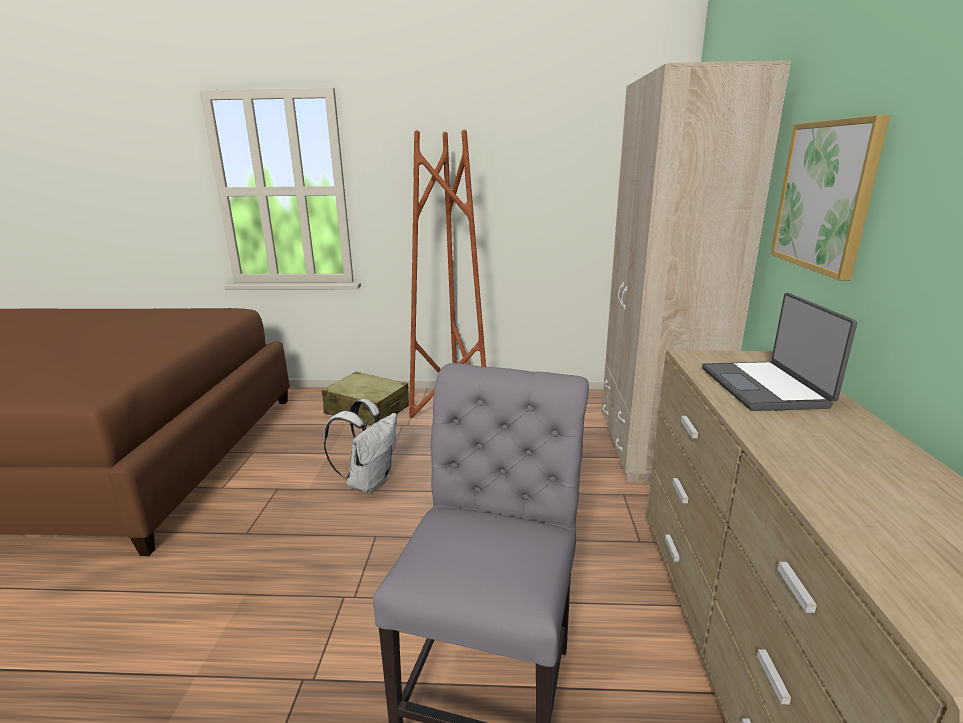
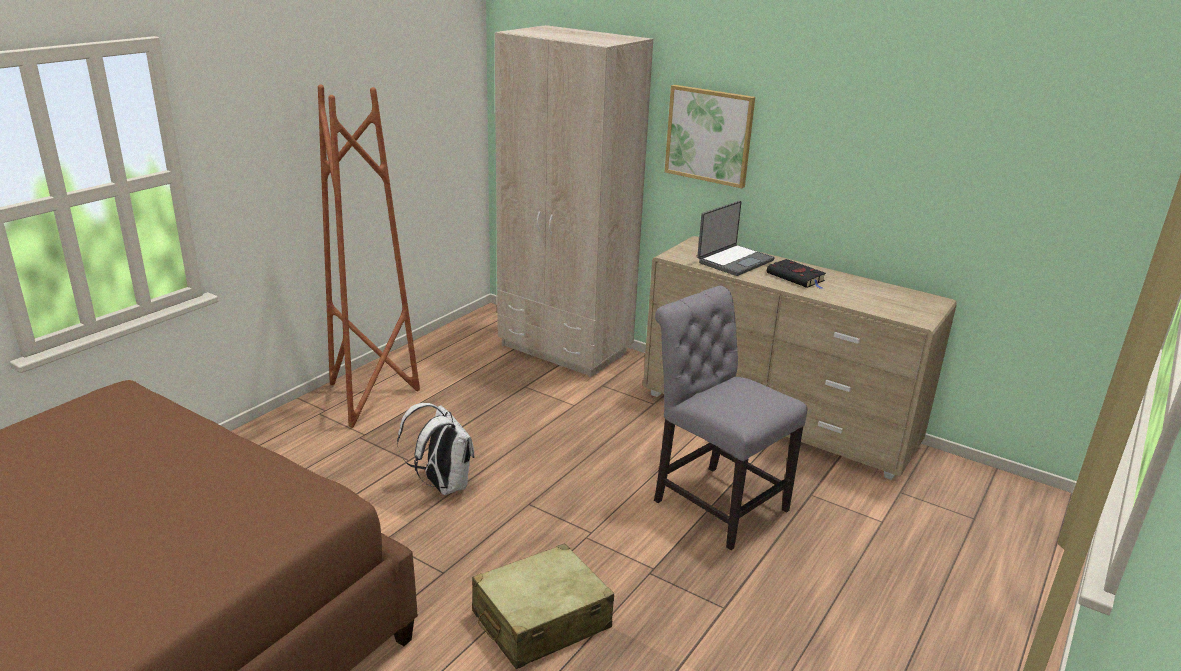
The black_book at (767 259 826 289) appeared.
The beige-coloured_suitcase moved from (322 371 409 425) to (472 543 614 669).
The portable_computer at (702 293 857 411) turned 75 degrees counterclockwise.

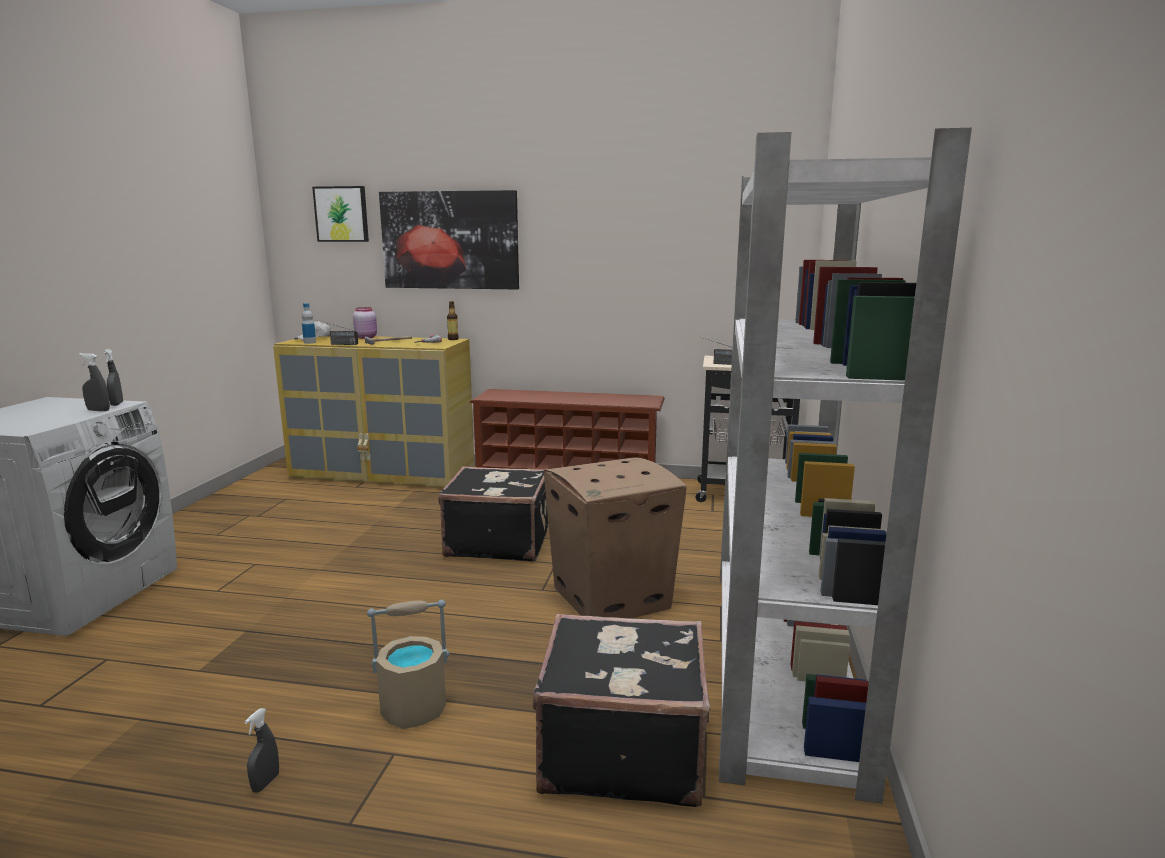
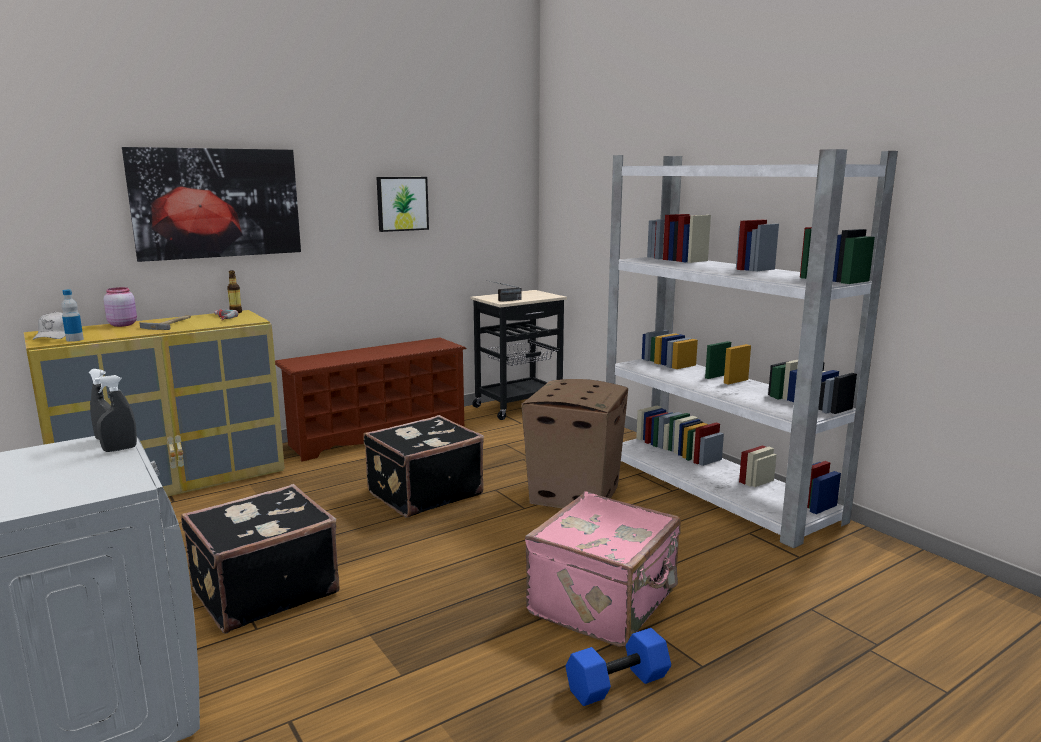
The radio_receiver at (318 320 358 345) disappeared.
The picture moved from (312 186 369 242) to (377 177 429 232).
The black_suitcase moved from (533 613 710 807) to (181 484 339 634).
The grey_hand_sprayer at (244 708 279 793) was replaced by the blue-coloured_free_weight at (565 628 671 706).
The beige-coloured_pail at (367 600 449 729) was replaced by the pink-coloured_suitcase at (525 491 681 647).

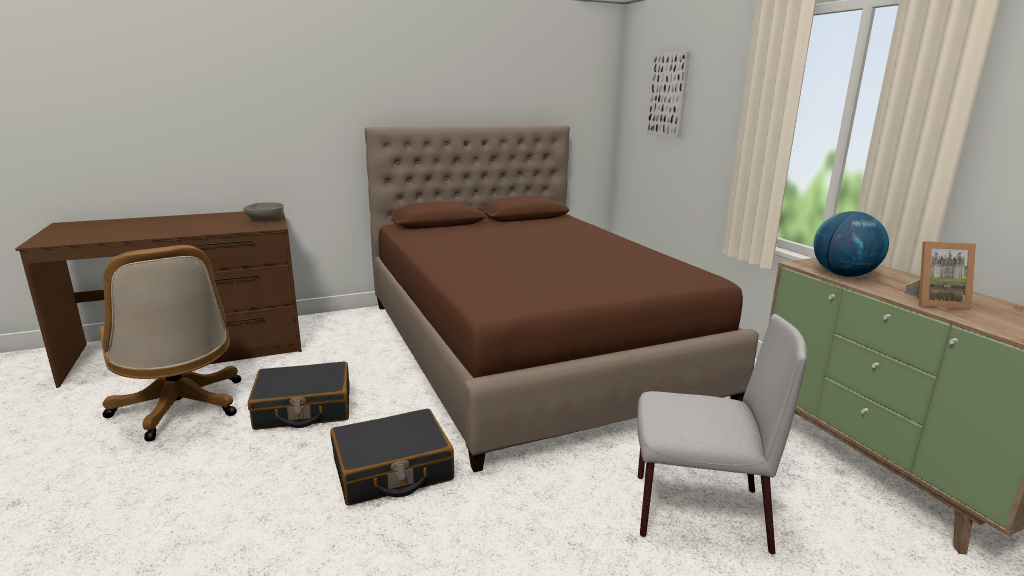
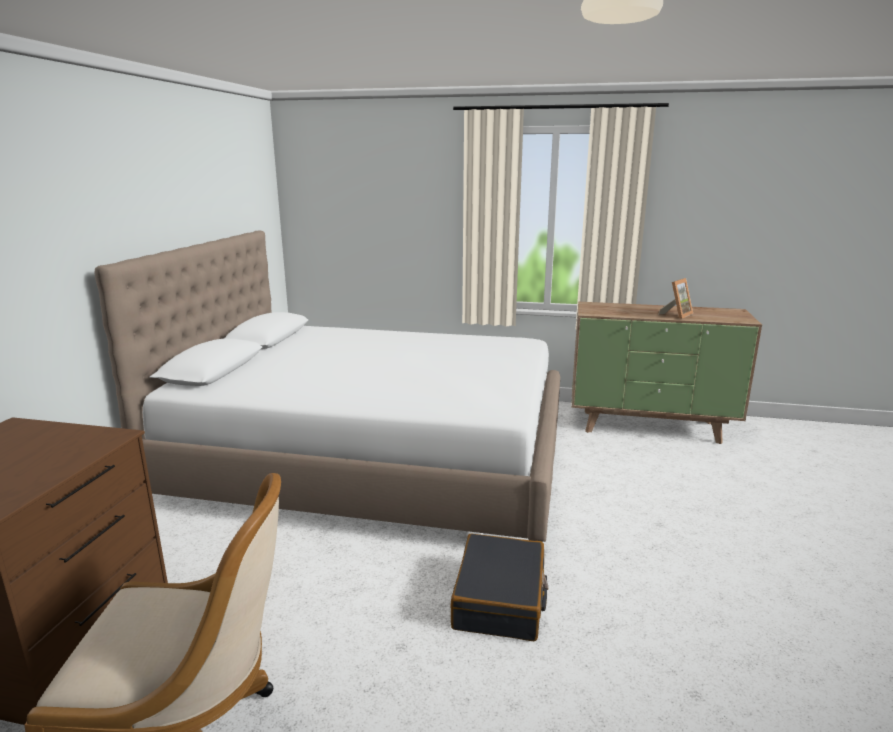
The grey_bowl at (243 202 284 221) disappeared.
The black_suitcase at (248 362 350 430) disappeared.
The grey_chair at (637 314 807 555) disappeared.
The picture at (647 51 690 138) disappeared.
The desk_globe at (814 211 889 277) disappeared.
The brownish_bedroom_bed at (365 125 759 472) became the white_bedroom_bed at (95 230 560 542).

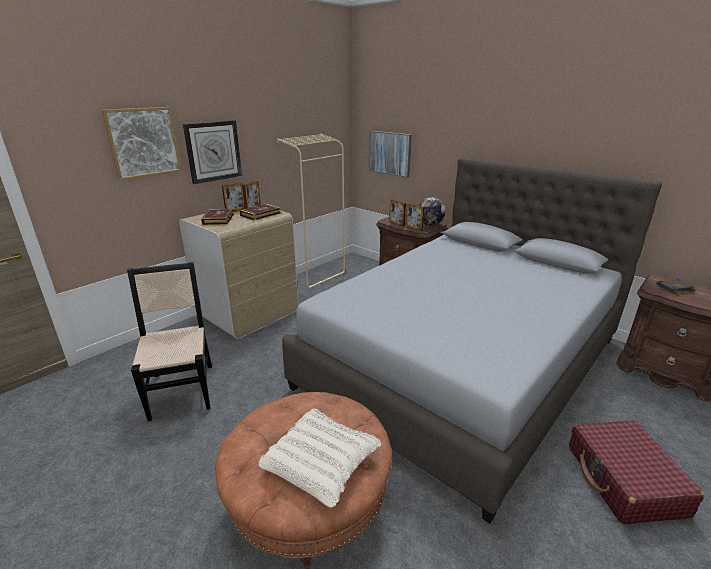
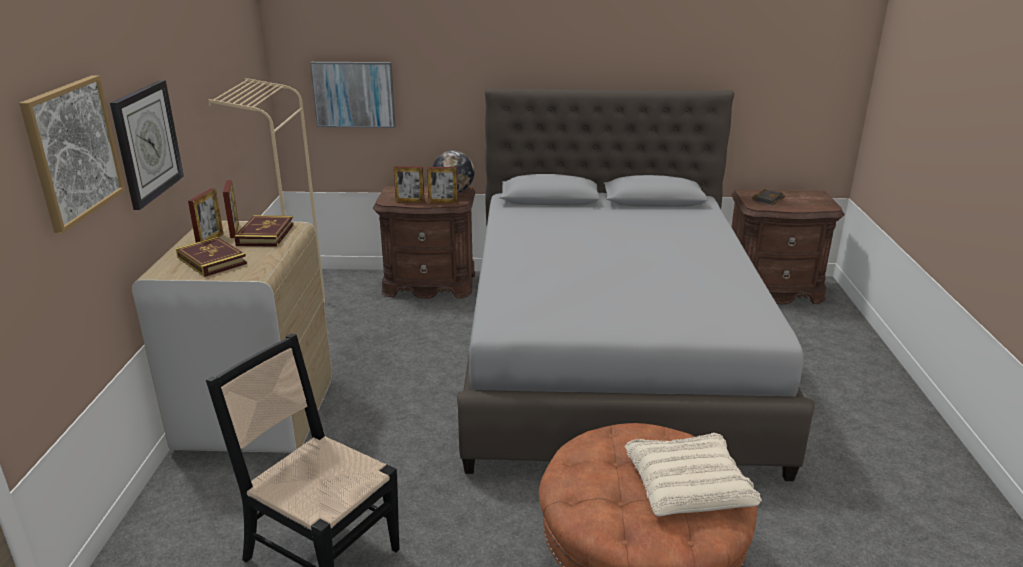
The reddish_suitcase at (569 420 704 525) disappeared.

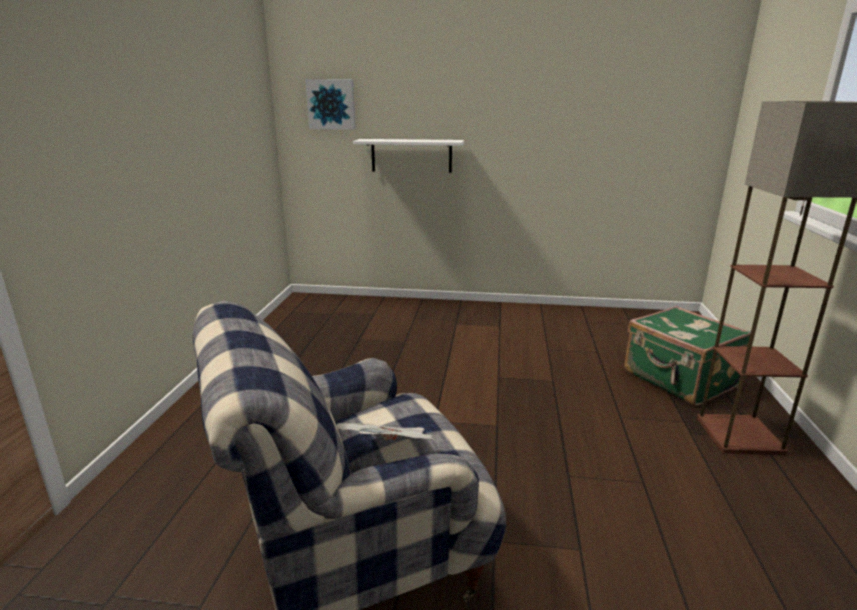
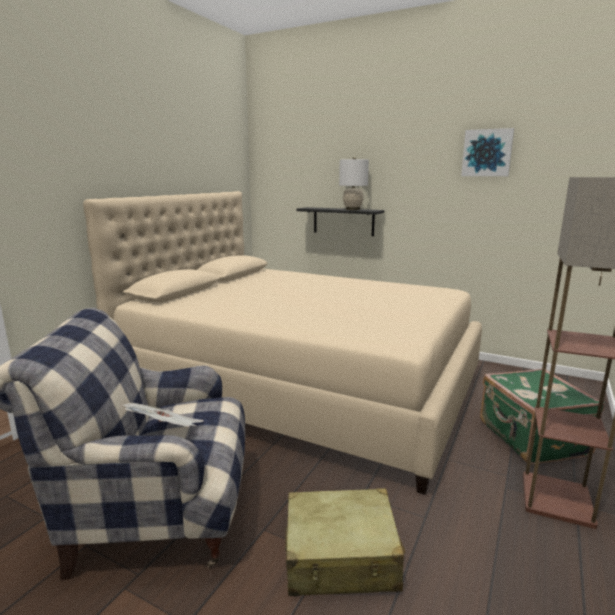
The beige-coloured_bedroom_bed at (83 191 482 495) appeared.
The beige-coloured_suitcase at (285 488 406 596) appeared.
The white_table_lamp at (339 157 369 210) appeared.
The picture moved from (305 79 356 130) to (461 128 514 176).
The white_shelf at (353 139 464 173) became the black_shelf at (297 207 384 236).

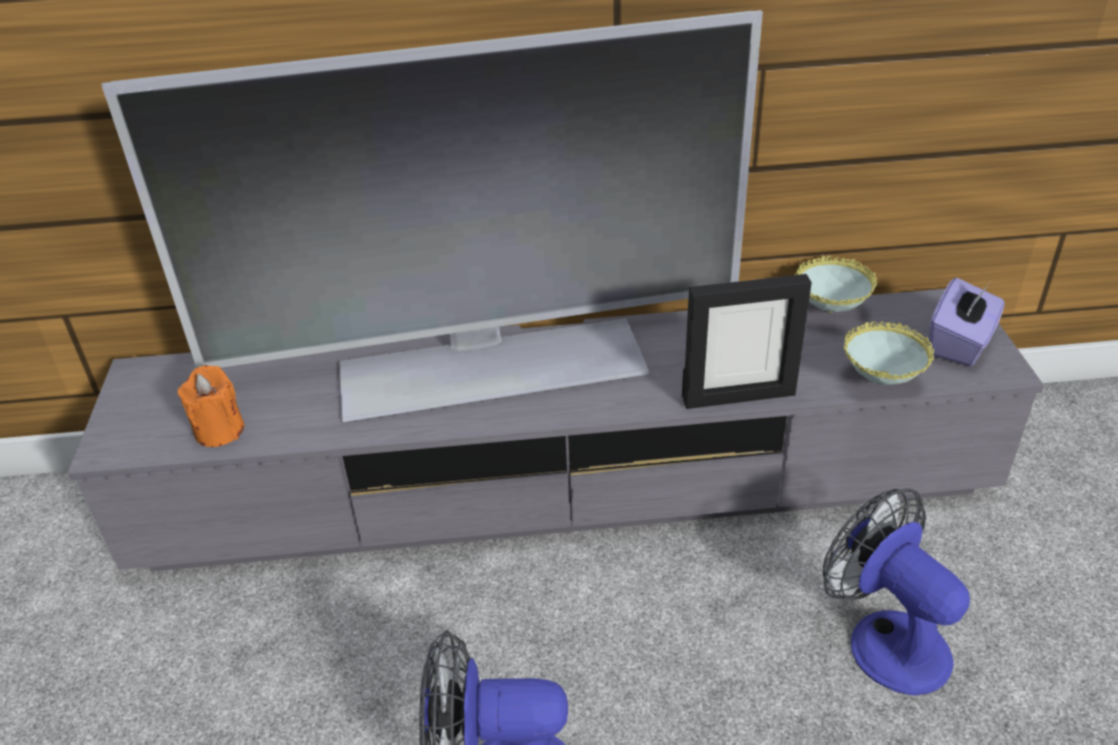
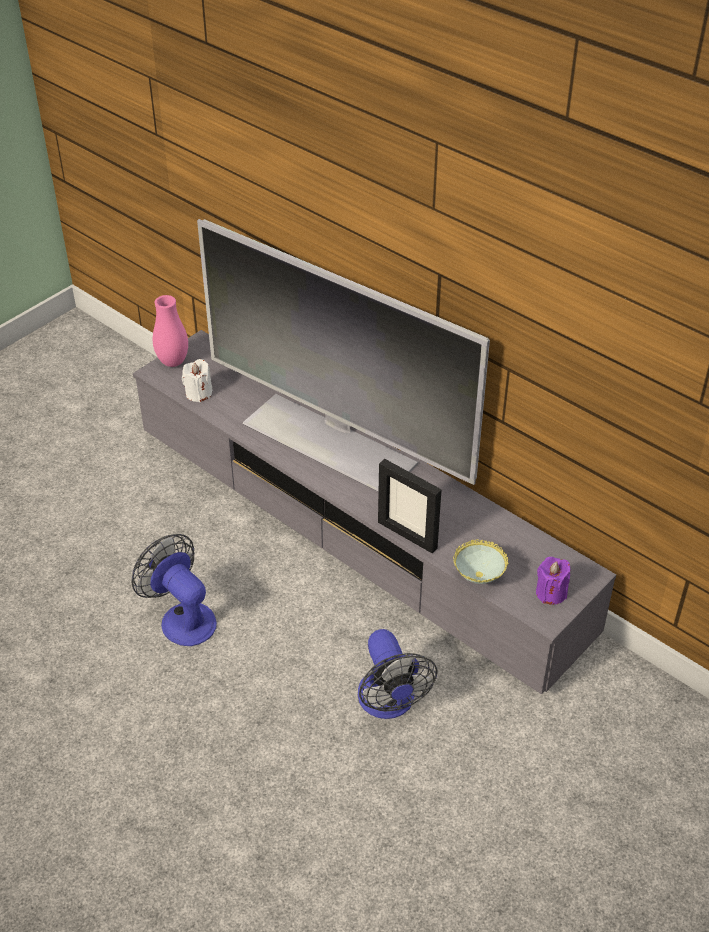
The bowl at (795 256 877 313) disappeared.
The pink-coloured_decorative_vase at (153 295 188 367) appeared.
The purplish_box_of_tissues at (928 278 1005 367) was replaced by the purplish_wax_candle at (536 557 570 604).
The orange-coloured_wax_candle at (177 365 244 447) became the white_wax_candle at (182 359 213 402).
The electric_fan at (823 488 970 696) turned 150 degrees clockwise.

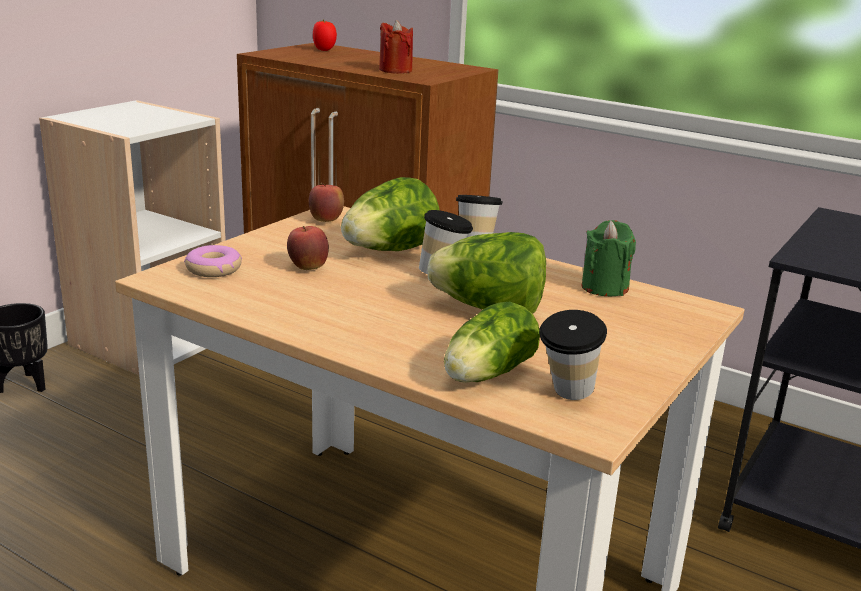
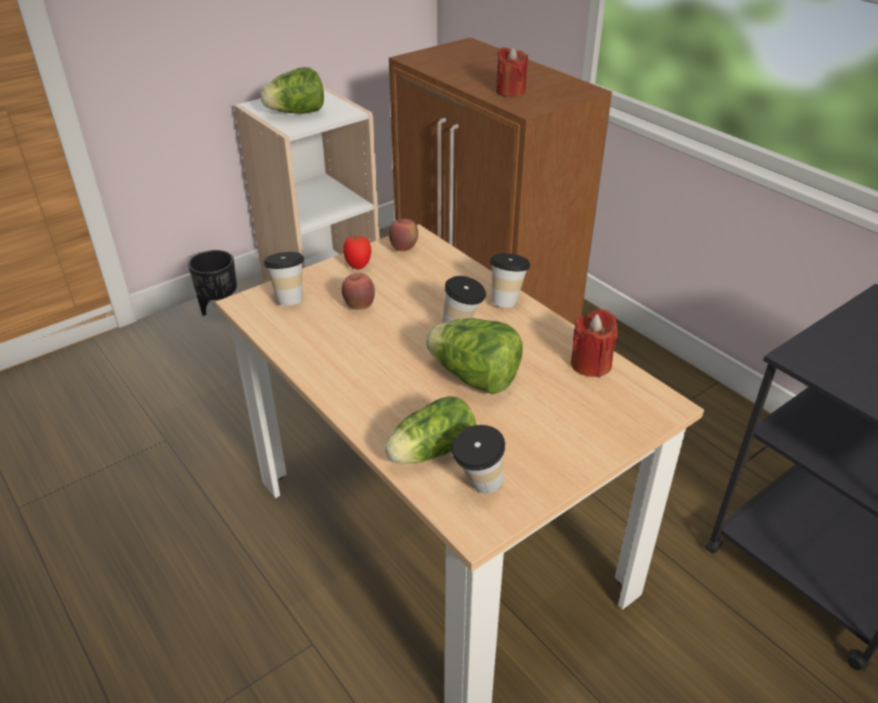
The whole_tomato moved from (313 20 337 51) to (343 235 371 270).
The head_of_lettuce moved from (341 177 439 251) to (261 67 324 114).
The donut at (184 245 242 277) was replaced by the cup at (263 252 304 306).
The greenish_wax_candle at (581 220 636 296) became the reddish_wax_candle at (571 309 618 378).

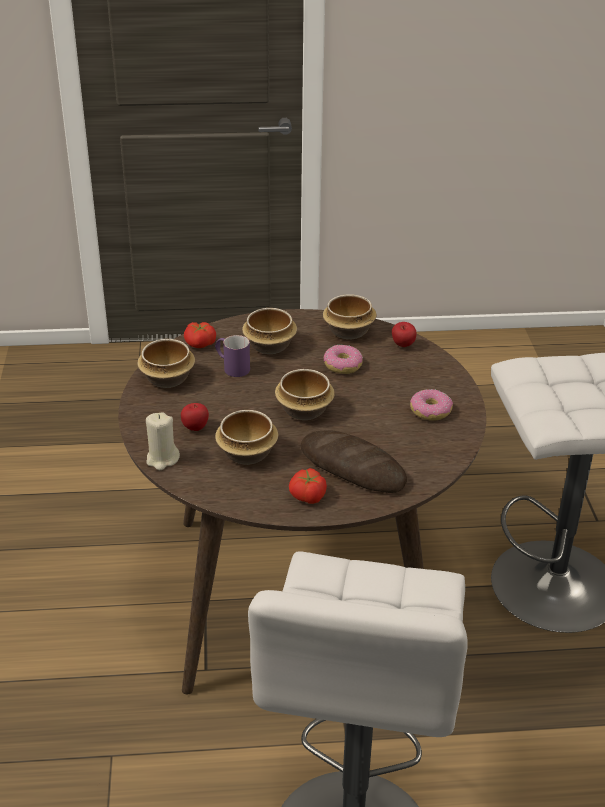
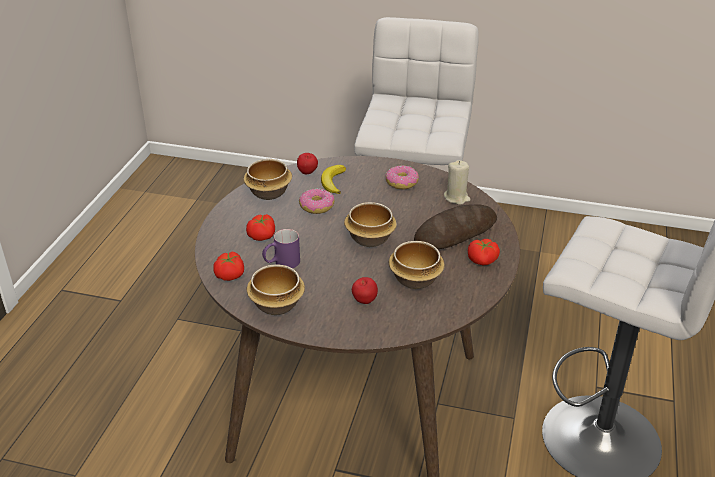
The whole_banana at (321 165 346 194) appeared.
The beige-coloured_wax_candle moved from (146 412 180 470) to (444 160 471 205).
The bowl at (242 308 297 354) was replaced by the whole_tomato at (246 214 275 241).

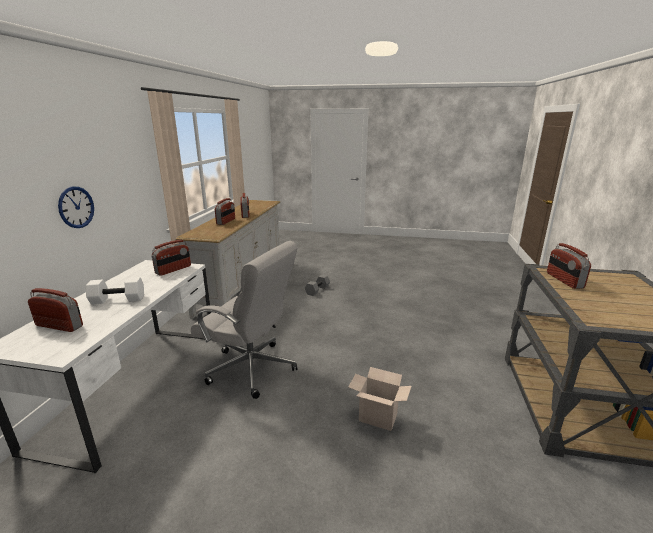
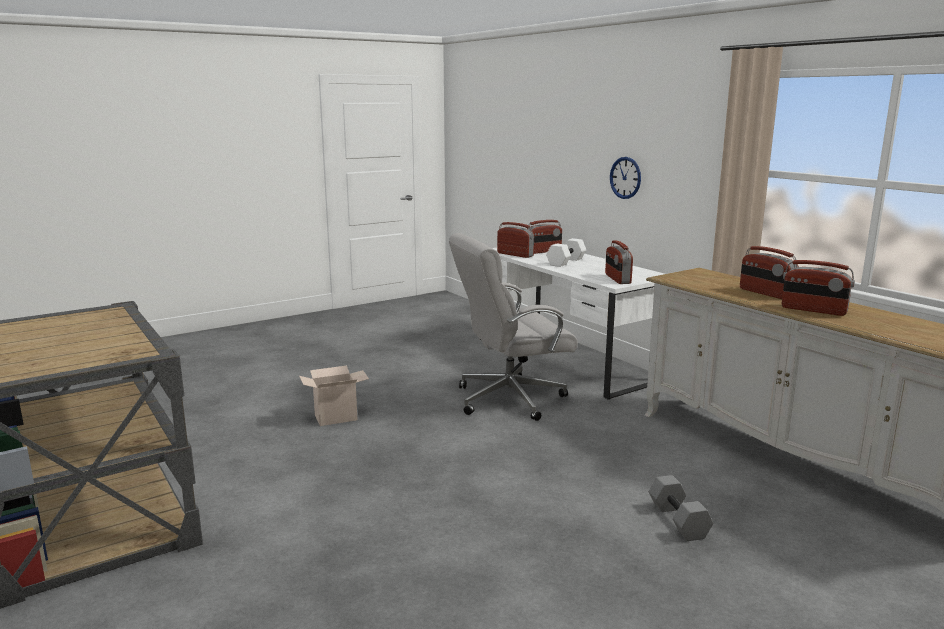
The radio_receiver moved from (547 243 591 289) to (497 222 534 258).

